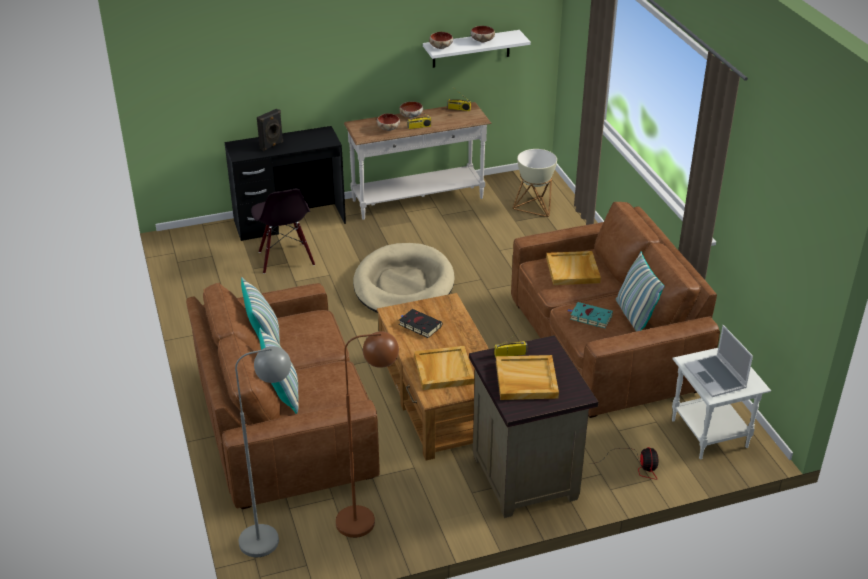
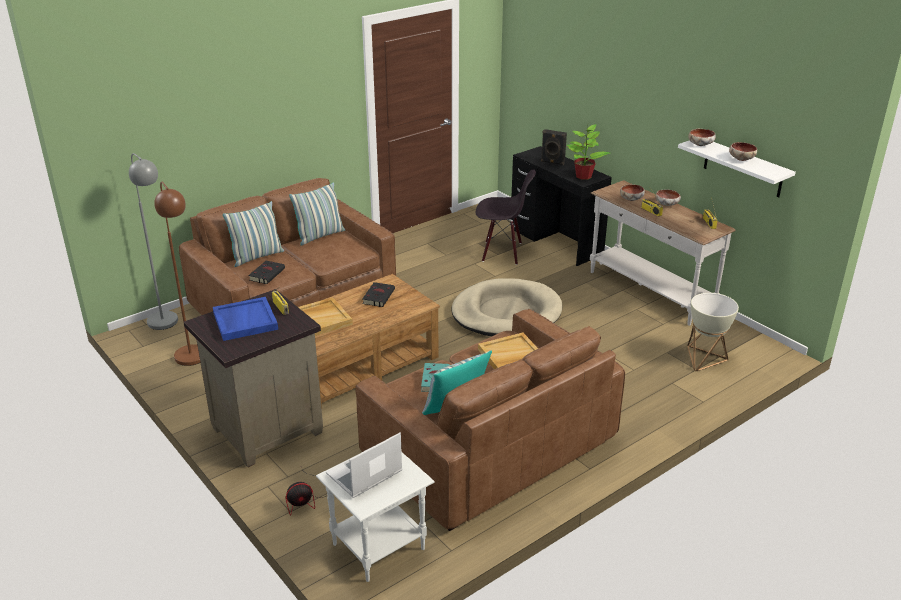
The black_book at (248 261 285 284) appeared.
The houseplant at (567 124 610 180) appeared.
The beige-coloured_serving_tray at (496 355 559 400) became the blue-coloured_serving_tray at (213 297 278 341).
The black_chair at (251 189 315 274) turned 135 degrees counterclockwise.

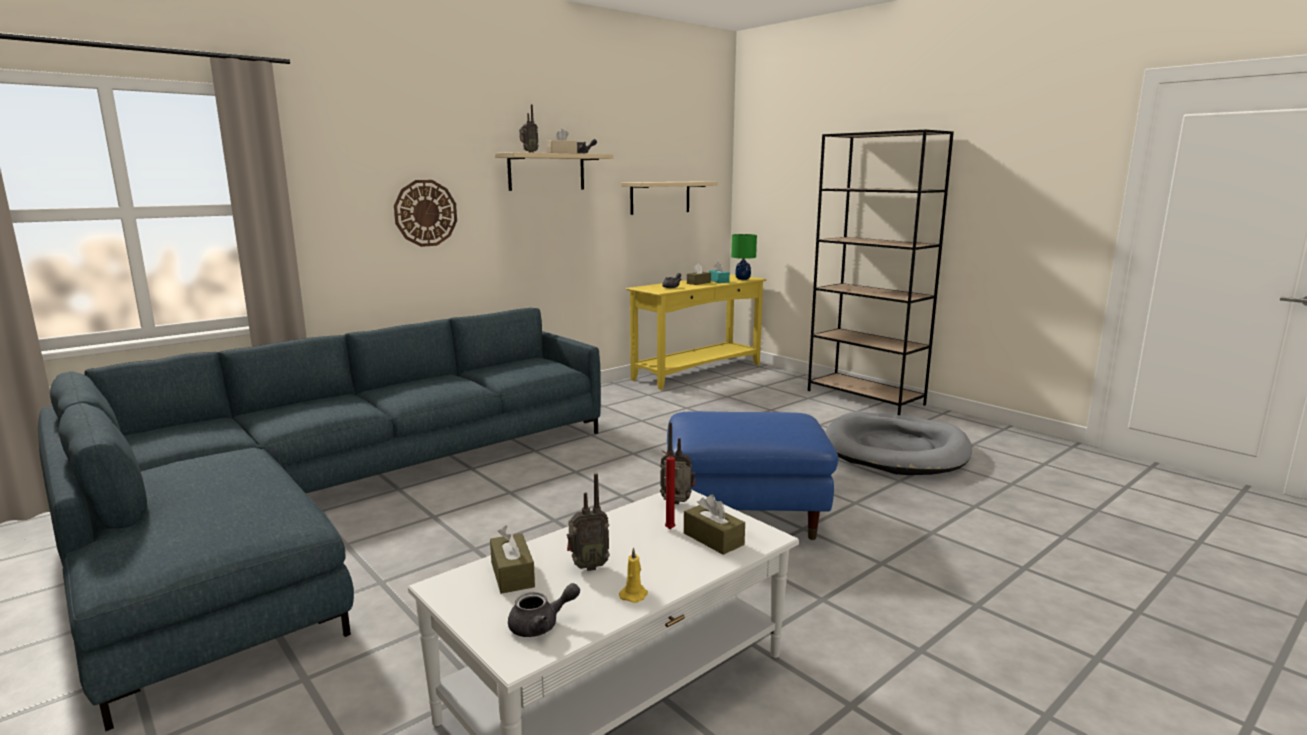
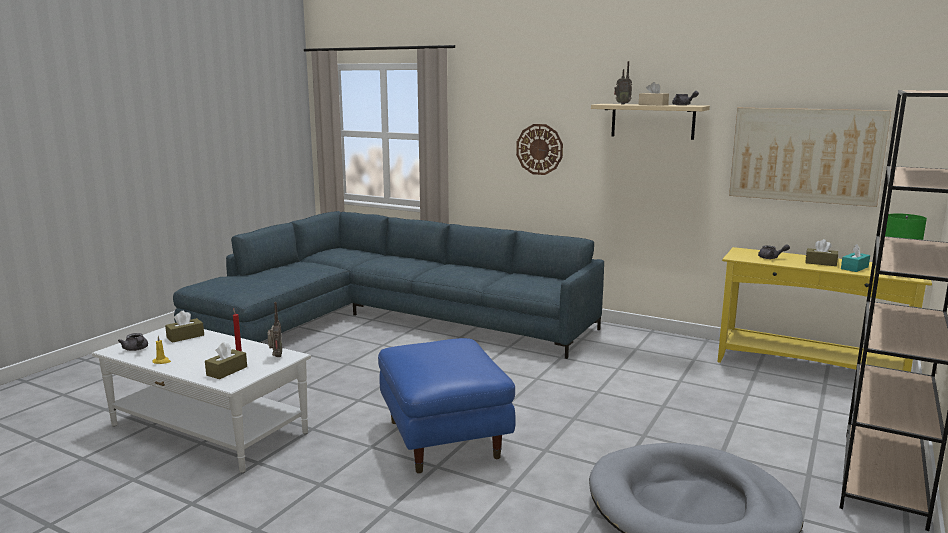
The radio_receiver at (567 473 610 571) disappeared.
The beige-coloured_shelf at (621 182 718 215) was replaced by the picture at (729 108 891 207).

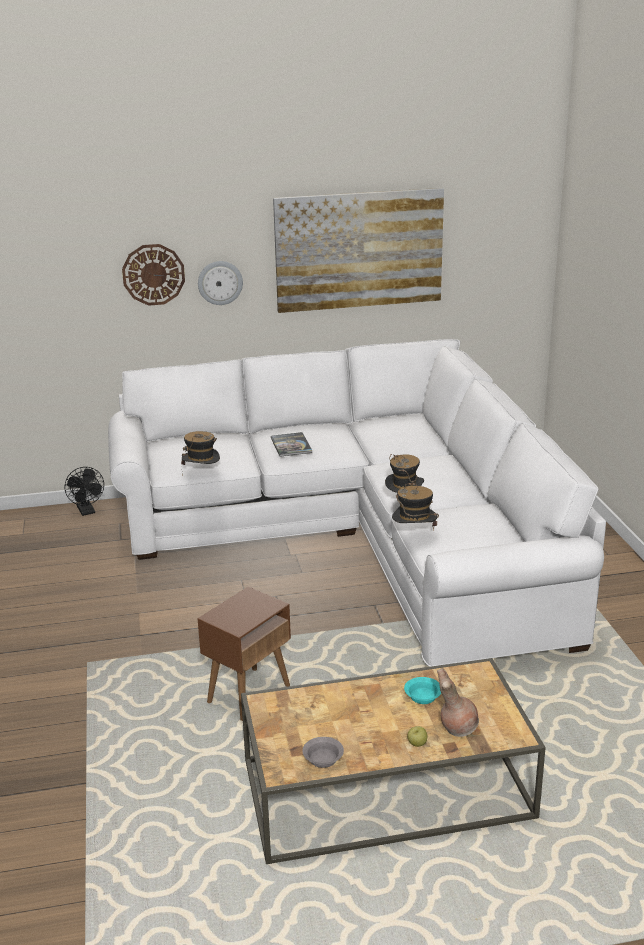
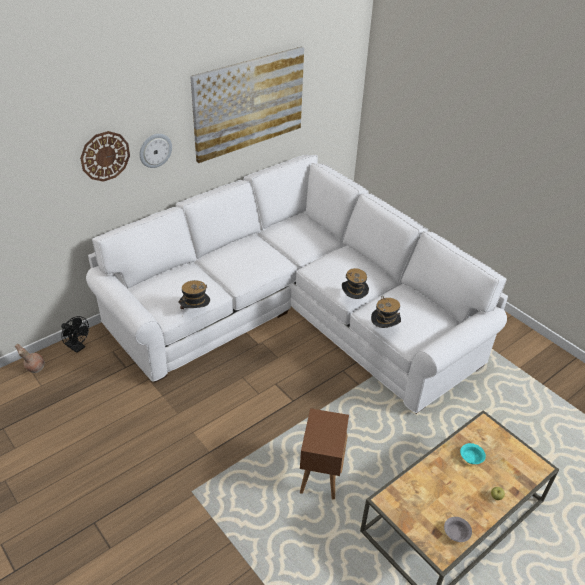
The book at (271 432 313 457) disappeared.
The brownish_decorative_vase moved from (437 668 479 737) to (15 344 45 373).

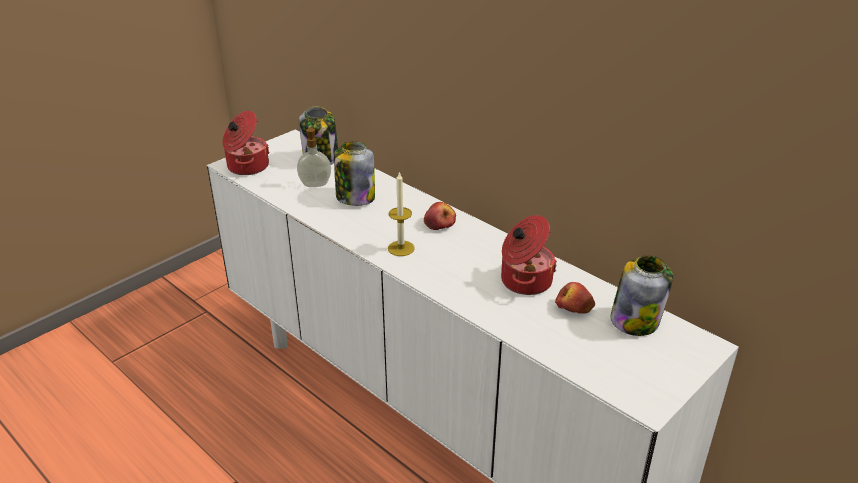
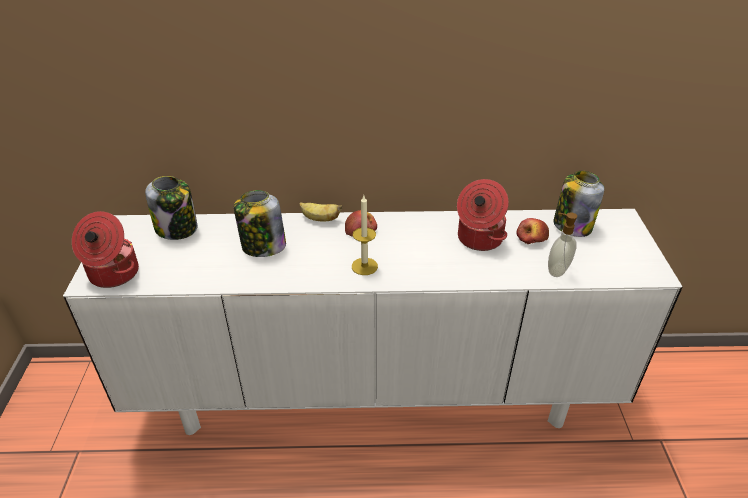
The whole_banana at (299 202 342 221) appeared.
The soap_dispenser moved from (297 127 331 187) to (548 212 577 277).

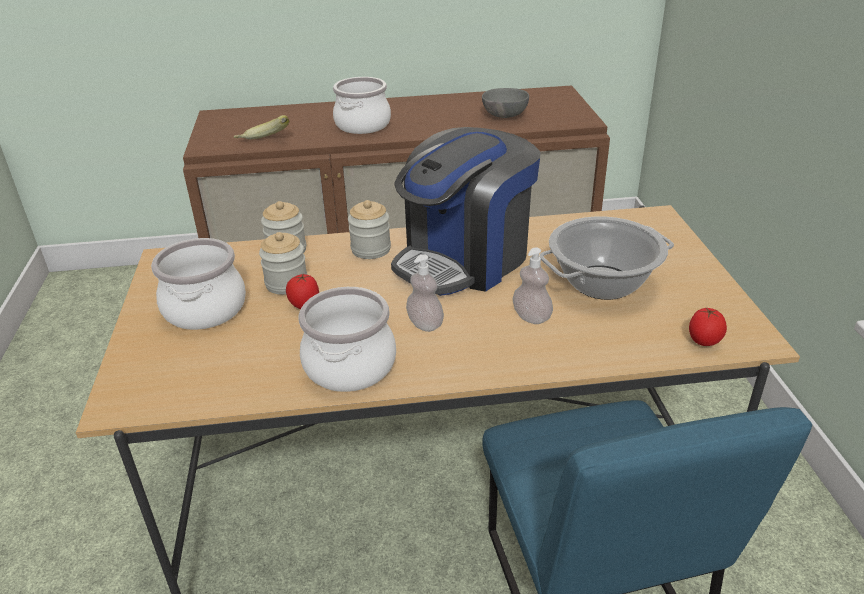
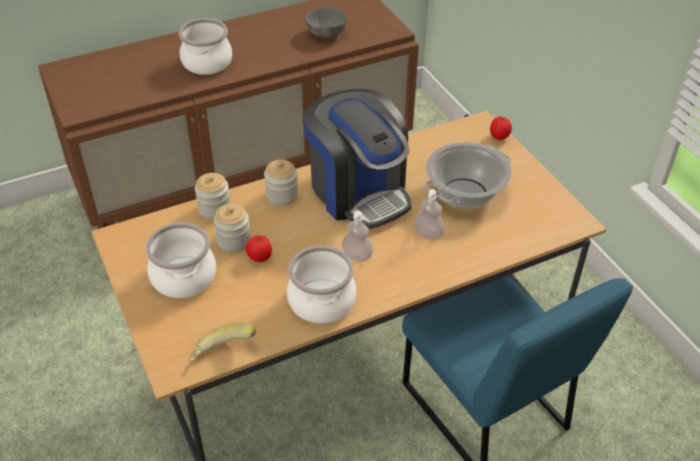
The whole_banana moved from (234 115 289 139) to (189 322 256 361).
The whole_tomato moved from (689 307 727 346) to (490 117 512 140).
The coffee_machine at (391 127 540 296) turned 60 degrees counterclockwise.

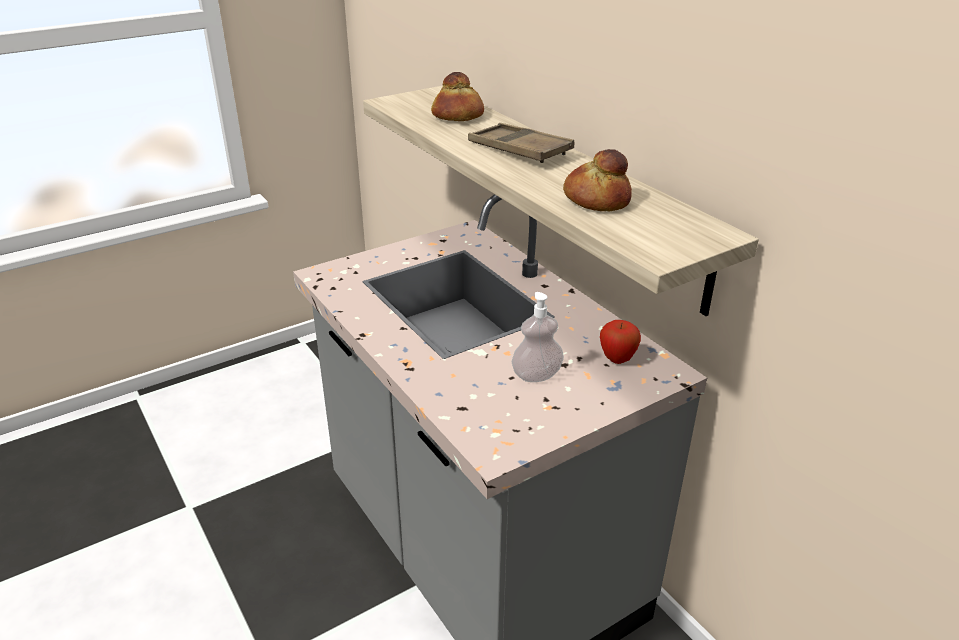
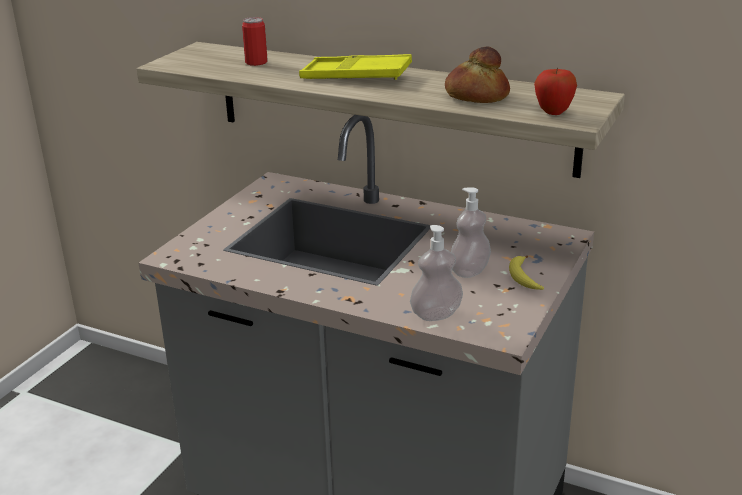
The soap_dispenser at (410 225 463 321) appeared.
The whole_banana at (509 255 544 290) appeared.
The apple_fruit moved from (600 320 641 364) to (534 67 577 115).
The baked_bread at (431 72 484 121) was replaced by the metal_can at (242 17 268 66).
The brownish_serving_tray at (468 123 574 163) became the yellow_serving_tray at (299 54 412 80).

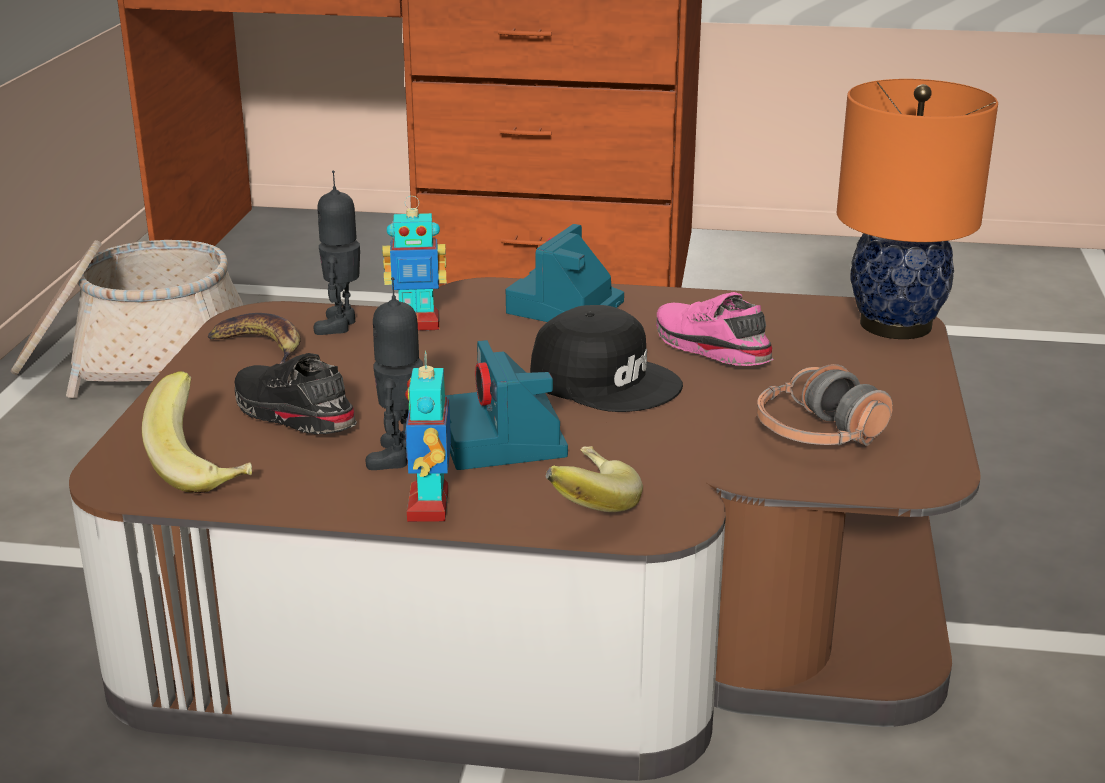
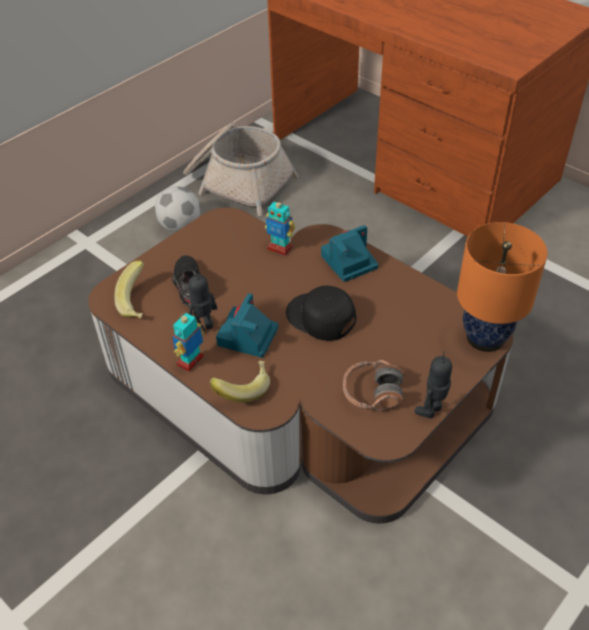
The whole_banana at (208 313 301 364) disappeared.
The pink-coloured_low_shoe at (656 292 773 366) disappeared.
The ball_for_football at (155 186 200 232) appeared.
The model_robot moved from (313 171 360 335) to (415 352 452 418).
The black_cap at (530 305 683 412) turned 150 degrees clockwise.

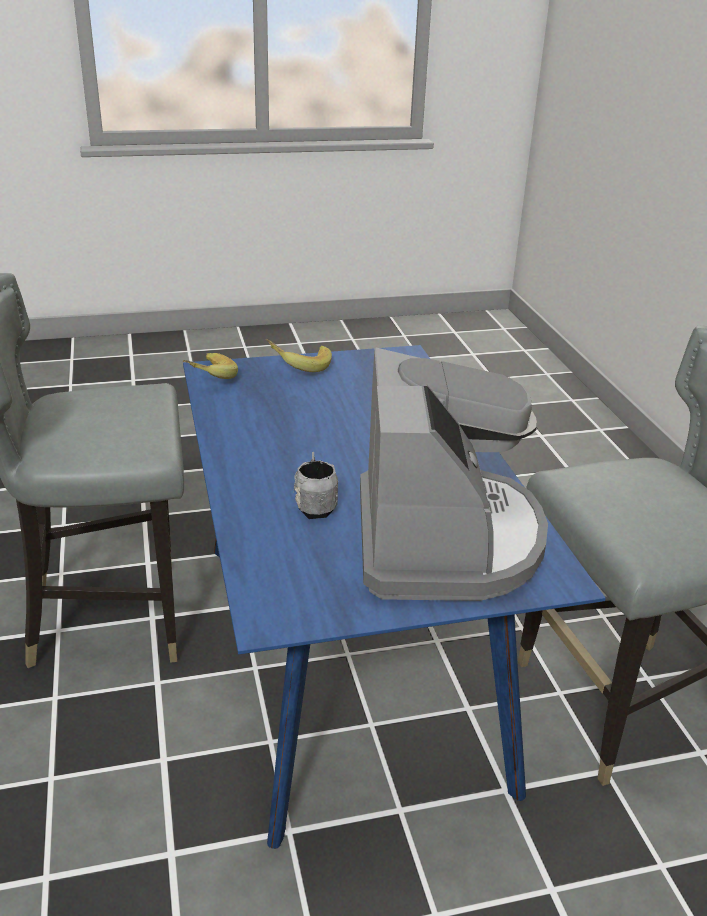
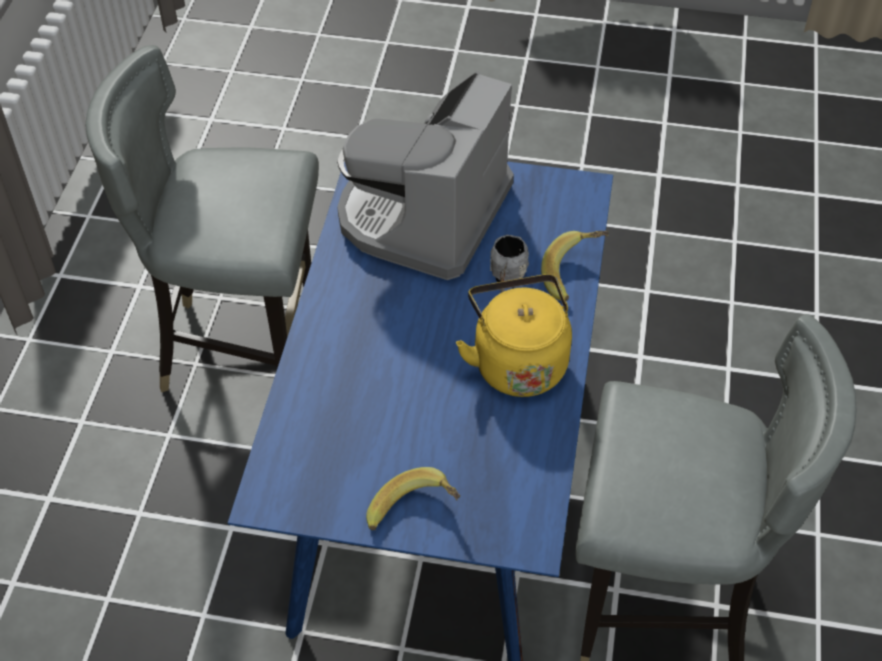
The yellow_kettle at (456 274 572 397) appeared.
The whole_banana moved from (183 353 238 379) to (541 231 608 301).

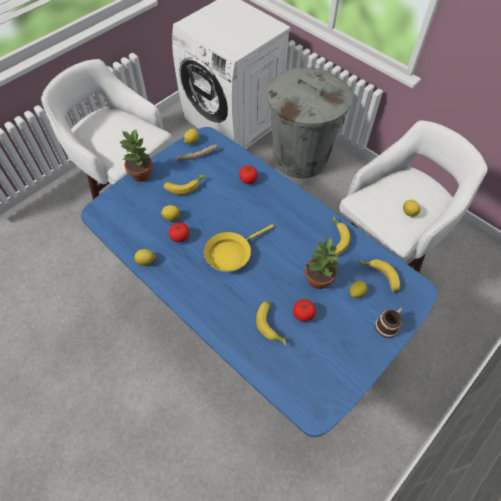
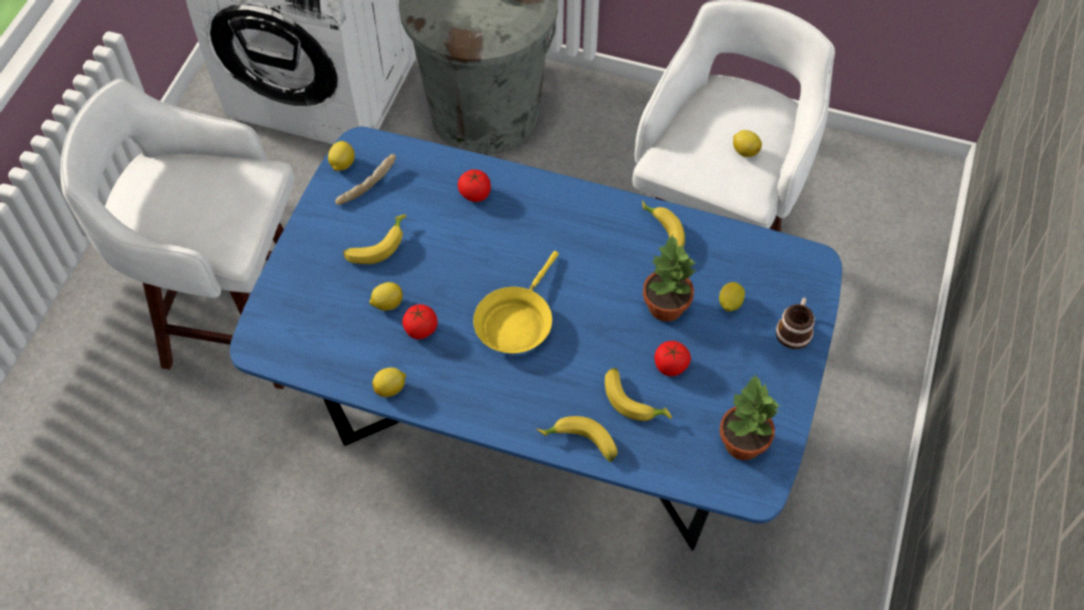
The houseplant moved from (119 128 153 182) to (720 374 780 460).
The whole_banana moved from (359 259 400 293) to (537 416 617 462).

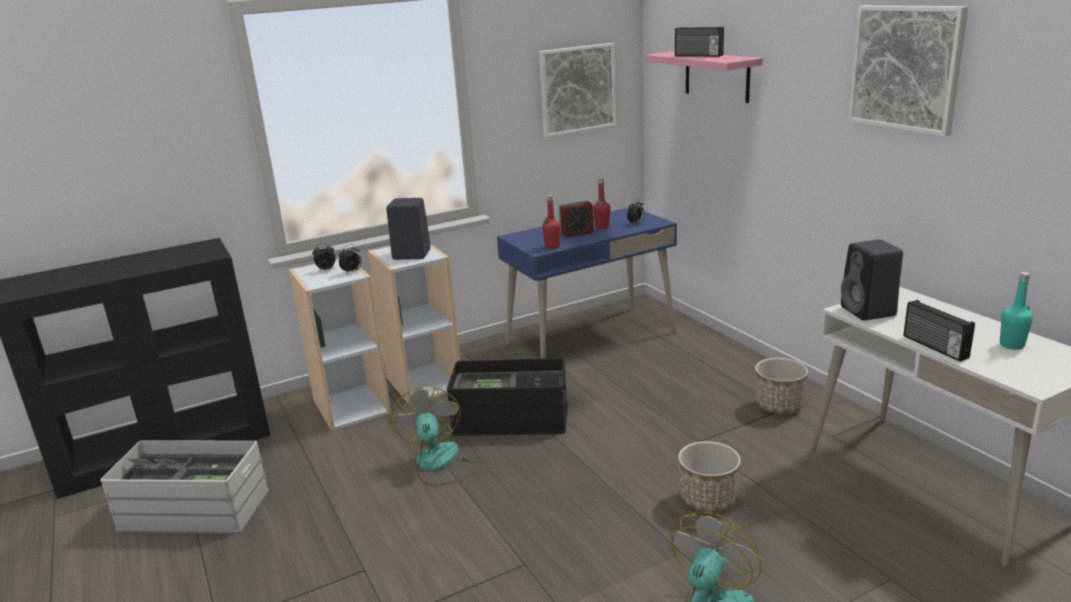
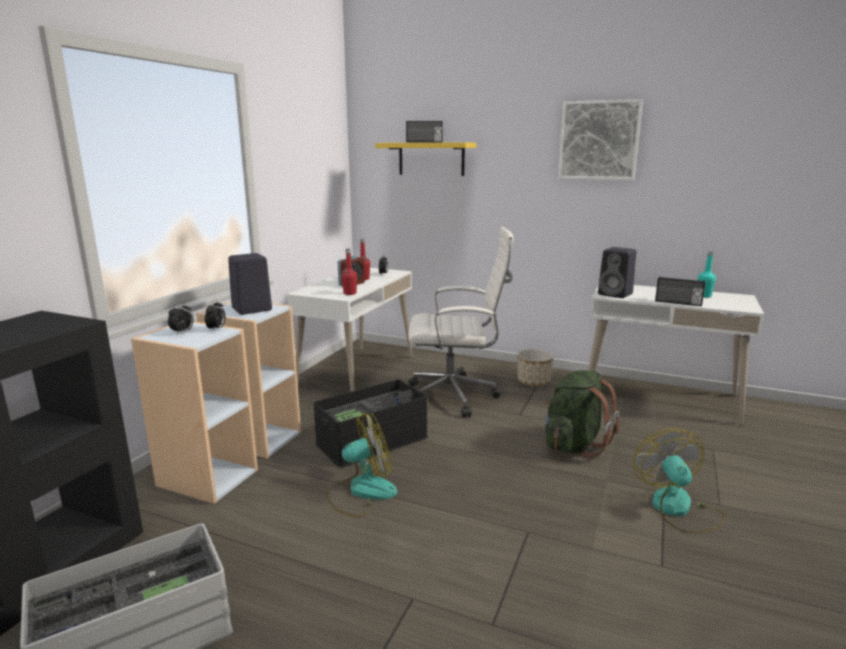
The picture at (539 43 616 138) disappeared.
The white_computer_chair at (408 227 514 418) appeared.
The planter at (678 441 741 513) was replaced by the greenish_knapsack at (545 370 619 458).
The blue-coloured_desk_table at (497 207 677 359) became the white_desk_table at (287 268 413 392).
The pink-coloured_shelf at (645 51 763 103) became the yellow_shelf at (375 143 476 176).
The electric_fan at (389 387 482 487) turned 120 degrees clockwise.

